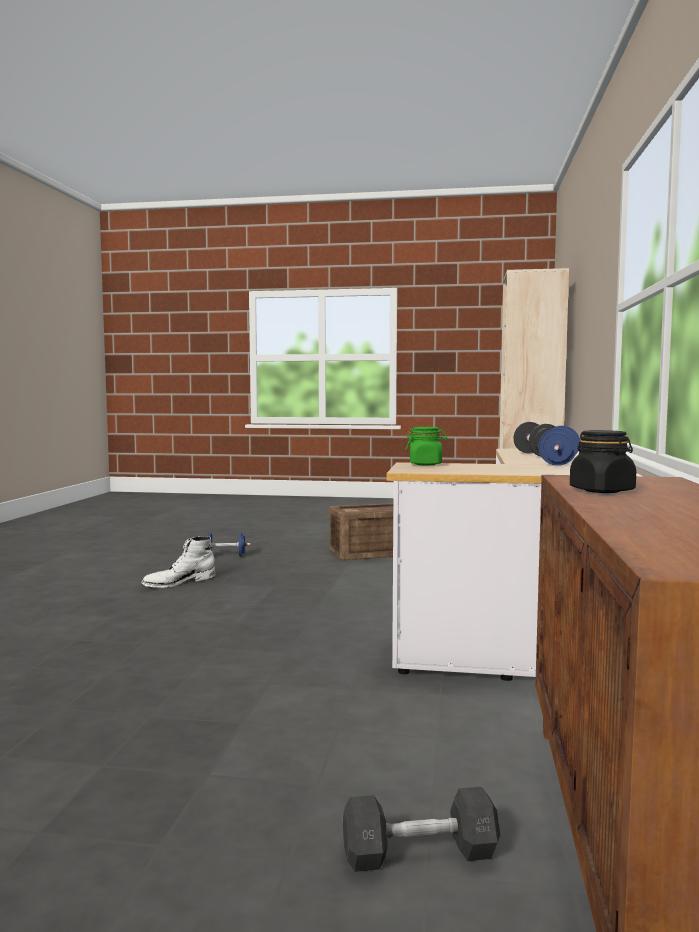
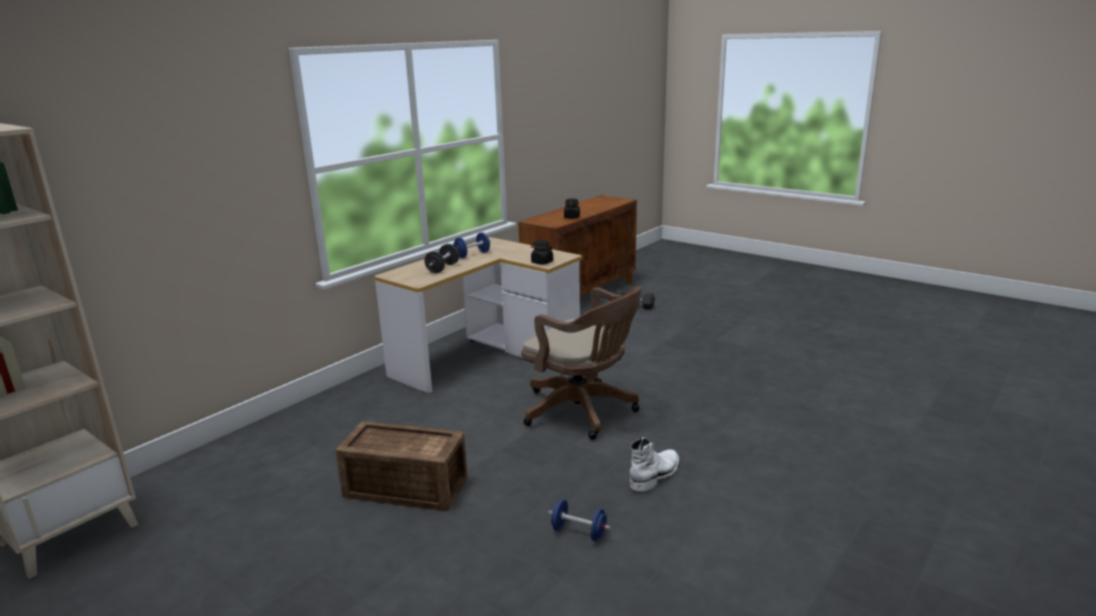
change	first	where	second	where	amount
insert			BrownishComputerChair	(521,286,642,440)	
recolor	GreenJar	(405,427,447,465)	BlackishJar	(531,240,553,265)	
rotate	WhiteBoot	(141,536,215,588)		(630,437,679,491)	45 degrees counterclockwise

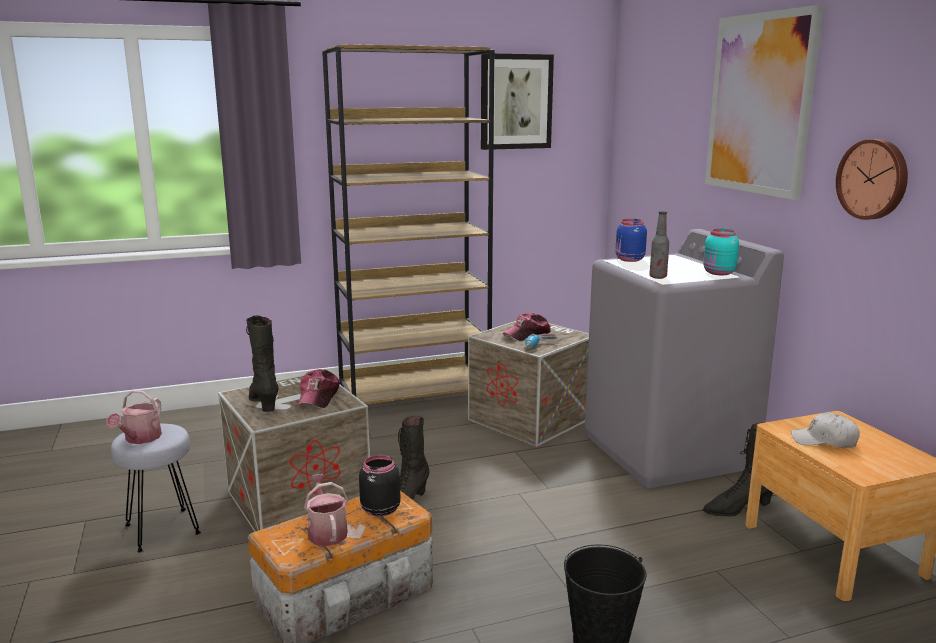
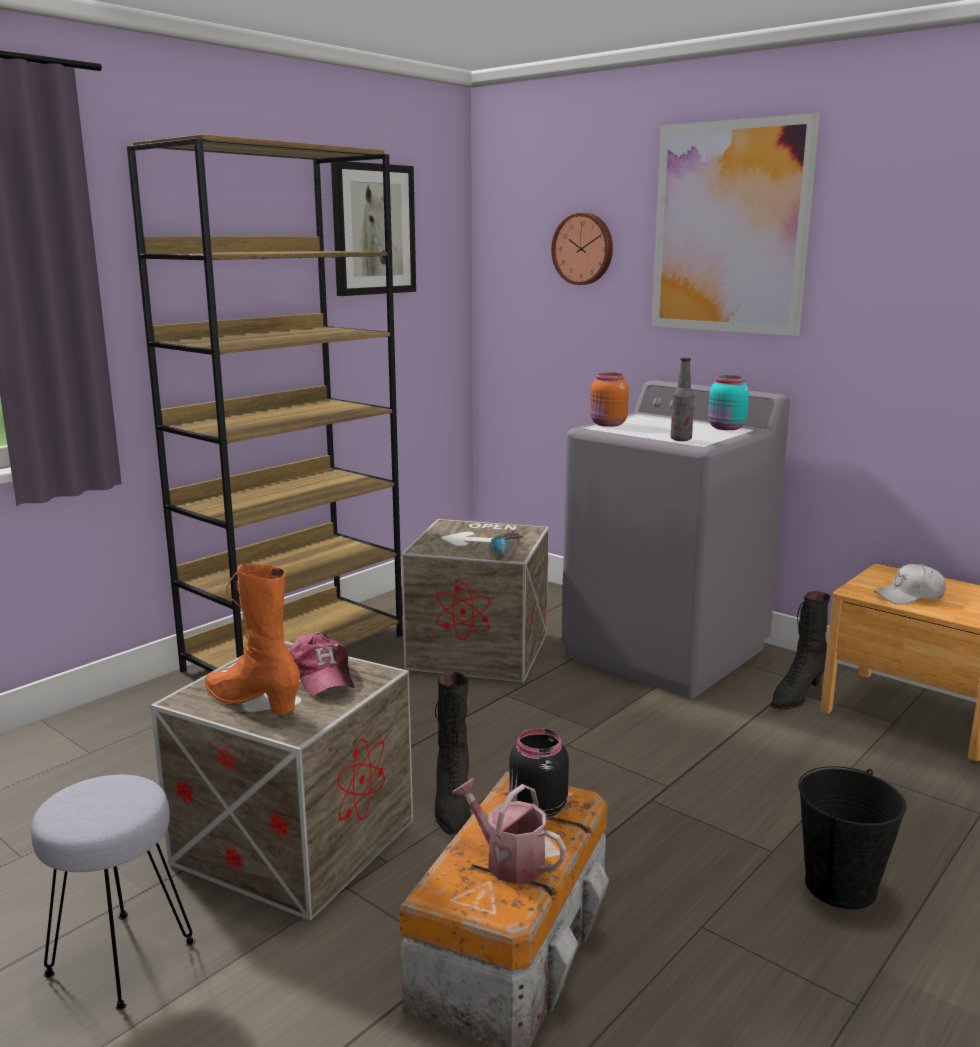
change	first	where	second	where	amount
recolor	BlackishBoot	(246,315,279,412)	OrangeBoot	(205,564,300,714)	
move	ClockOnTheWall	(836,139,908,220)		(551,213,613,285)	
recolor	BluishJar	(615,219,647,262)	OrangeJar	(590,373,629,427)	
delete	SprinklingCan	(106,390,162,444)			
delete	BaseballCap	(503,313,551,341)			

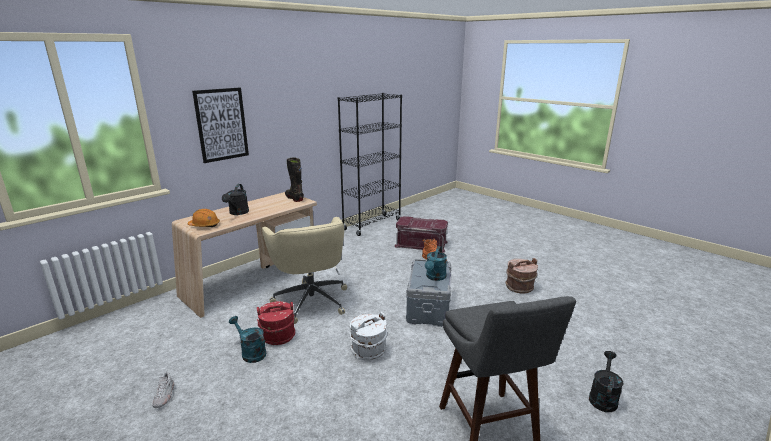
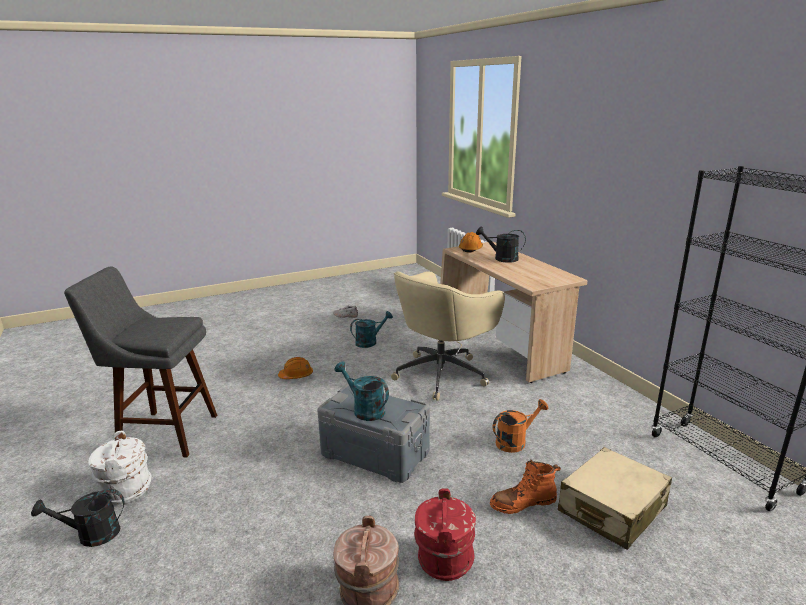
change	first	where	second	where	amount
rotate	BlackishSprinklingCan	(589,351,623,412)		(31,489,125,547)	120 degrees clockwise
move	WhitePail	(350,312,387,360)		(88,431,152,505)	
insert			OrangeWorkHelmet	(278,357,313,379)	
rotate	BeigeComputerChair	(262,217,347,324)		(391,271,505,401)	45 degrees counterclockwise
move	RedPail	(257,301,295,345)		(414,488,476,581)	
insert			OrangeSprinklingCan	(493,399,548,453)	
replace	RedStorageBox	(394,216,448,253)	BeigeSuitcase	(558,447,672,550)	
delete	WallArt	(192,88,249,163)			
delete	BlackishBoot	(285,157,304,202)			

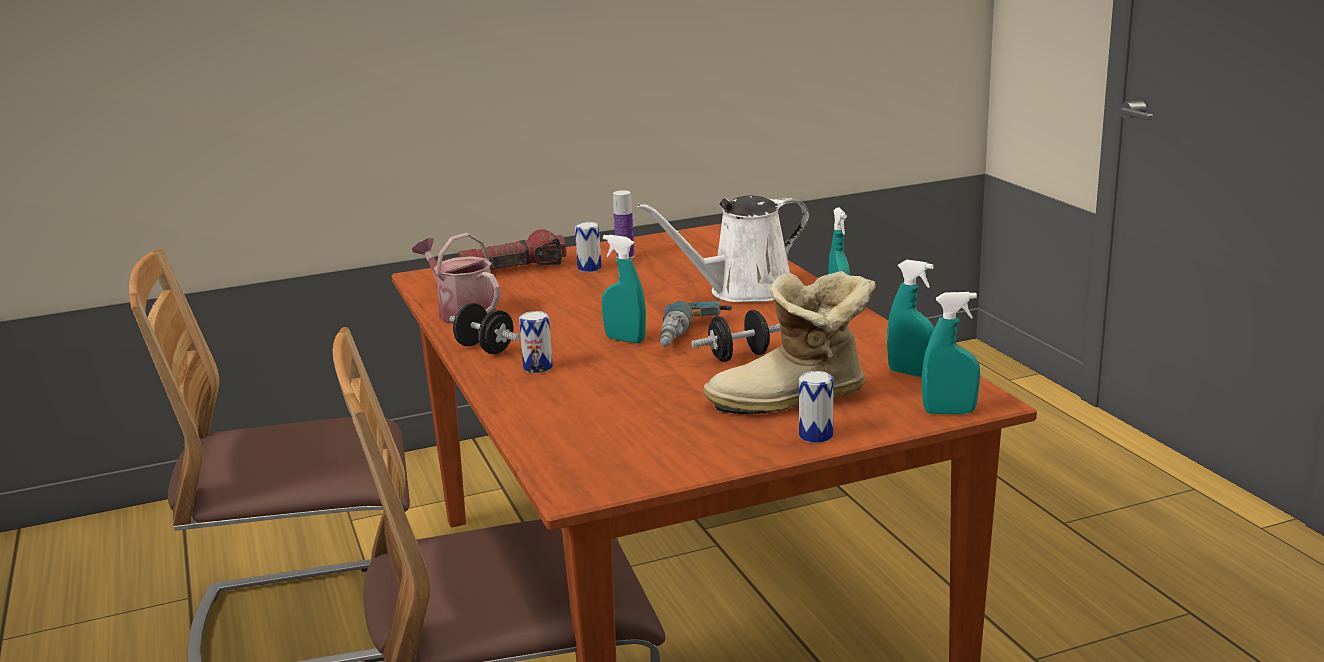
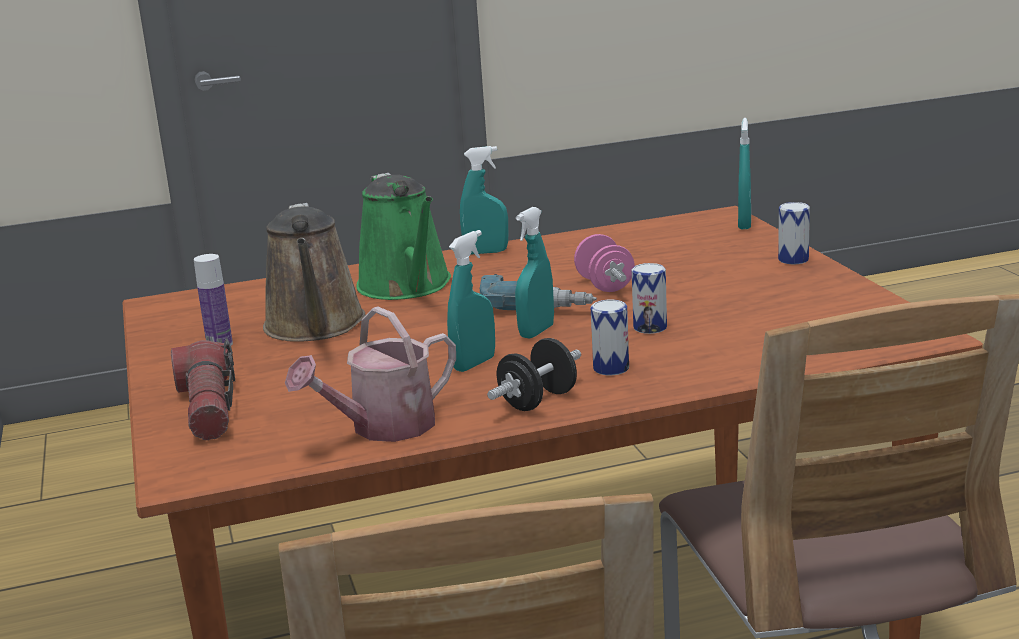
change	first	where	second	where	amount
insert			BrownishSprinklingCan	(263,203,366,342)	
recolor	WhiteSprinklingCan	(637,195,810,303)	GreenSprinklingCan	(356,173,451,300)	
move	BlueGreenSprayer	(887,260,935,377)		(447,230,495,372)	
recolor	BlackishDumbbell	(691,310,781,362)	PinkishDumbbell	(574,234,635,292)	
move	MetalCan	(575,222,602,272)		(632,263,667,334)	
delete	Boot	(703,271,876,414)			

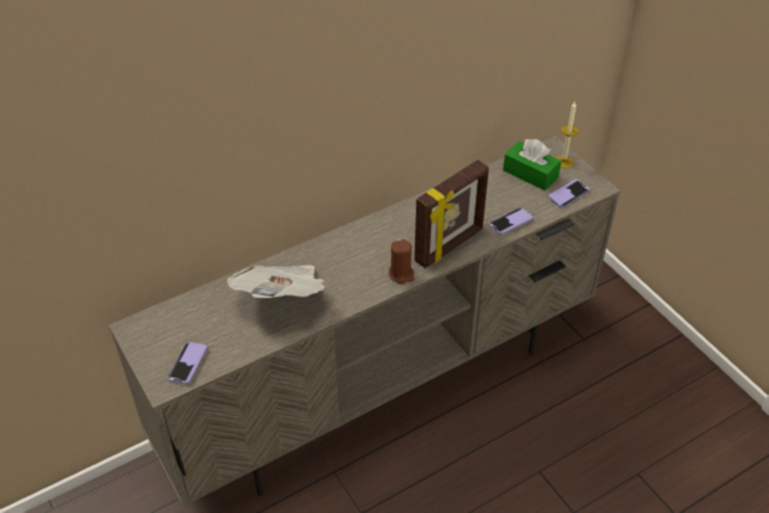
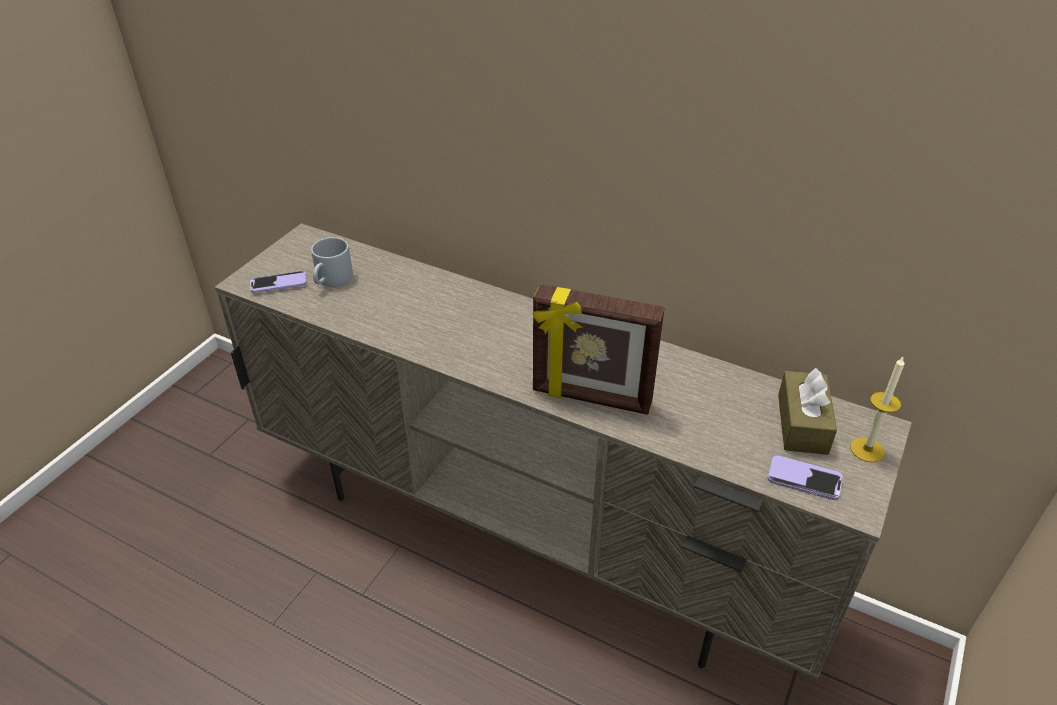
change	first	where	second	where	amount
insert			GrayMug	(311,237,353,287)	
recolor	GreenBoxOfTissues	(503,139,561,191)	BrownishBoxOfTissues	(778,368,837,455)	
delete	Newspaper	(227,265,326,298)			
delete	BrownishCandle	(389,239,414,284)			
delete	Telephone	(489,208,533,235)			

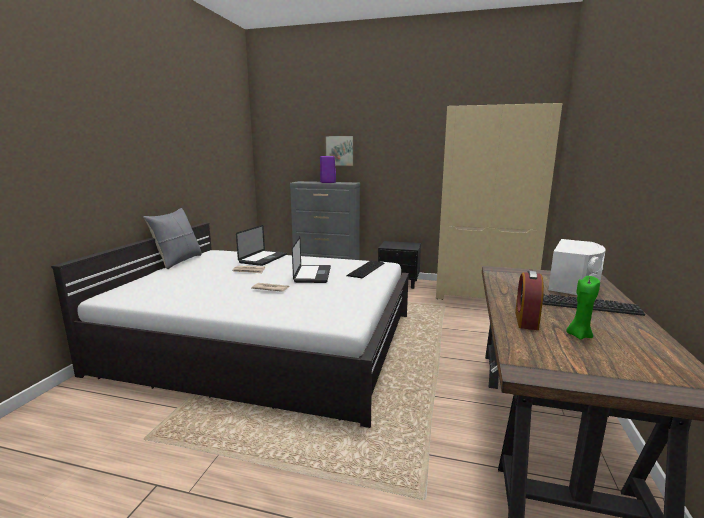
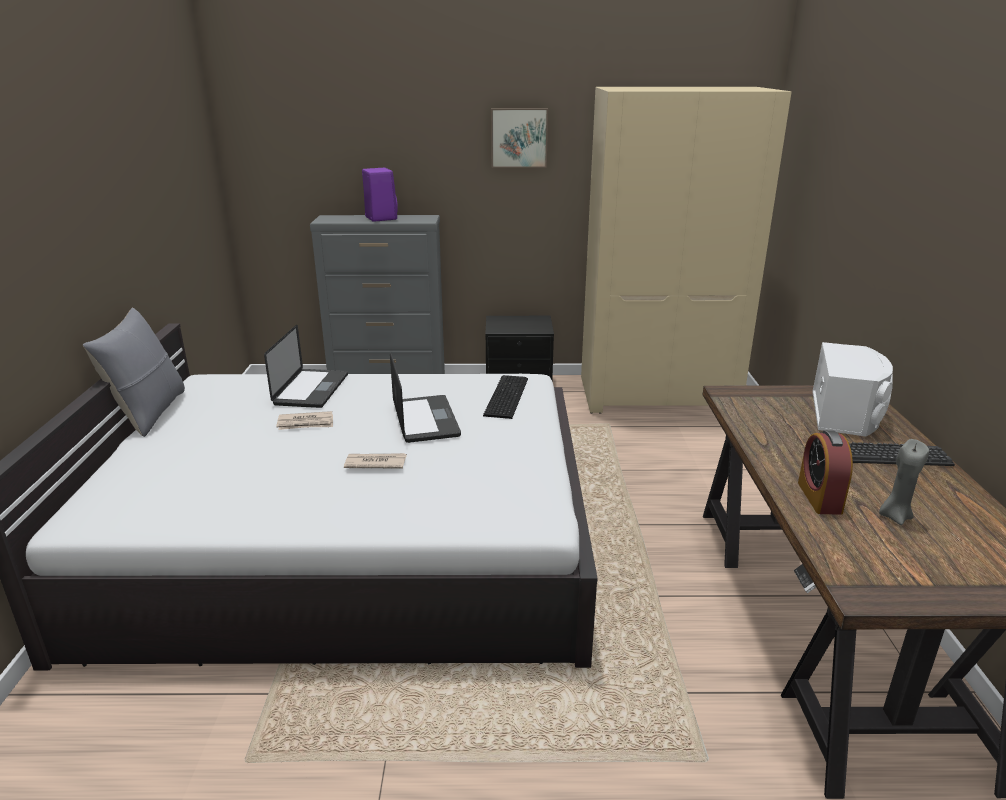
change	first	where	second	where	amount
move	WallArt	(325,135,355,166)		(491,108,548,168)	
recolor	GreenCandle	(566,276,600,340)	GrayCandle	(879,439,929,525)	

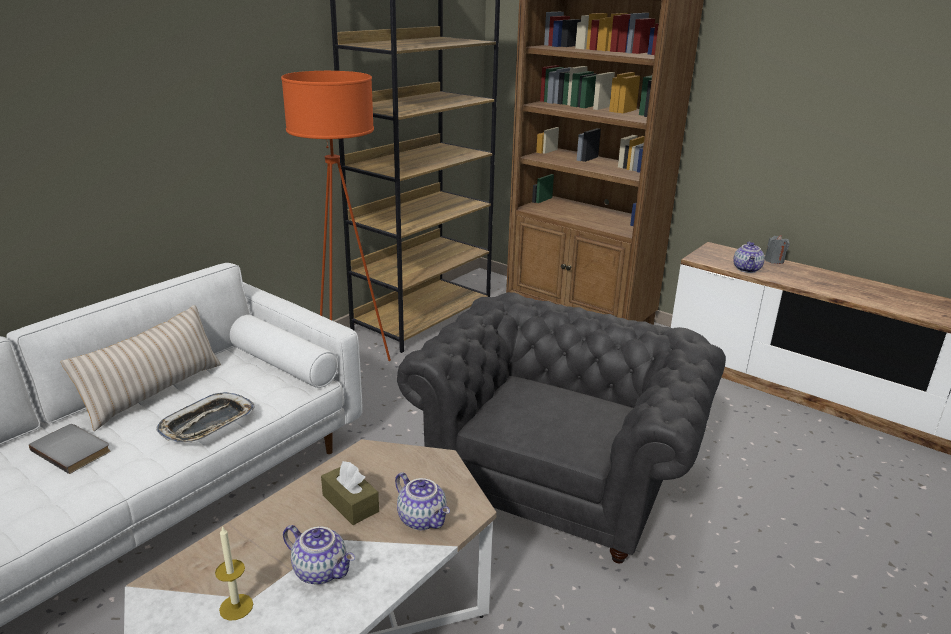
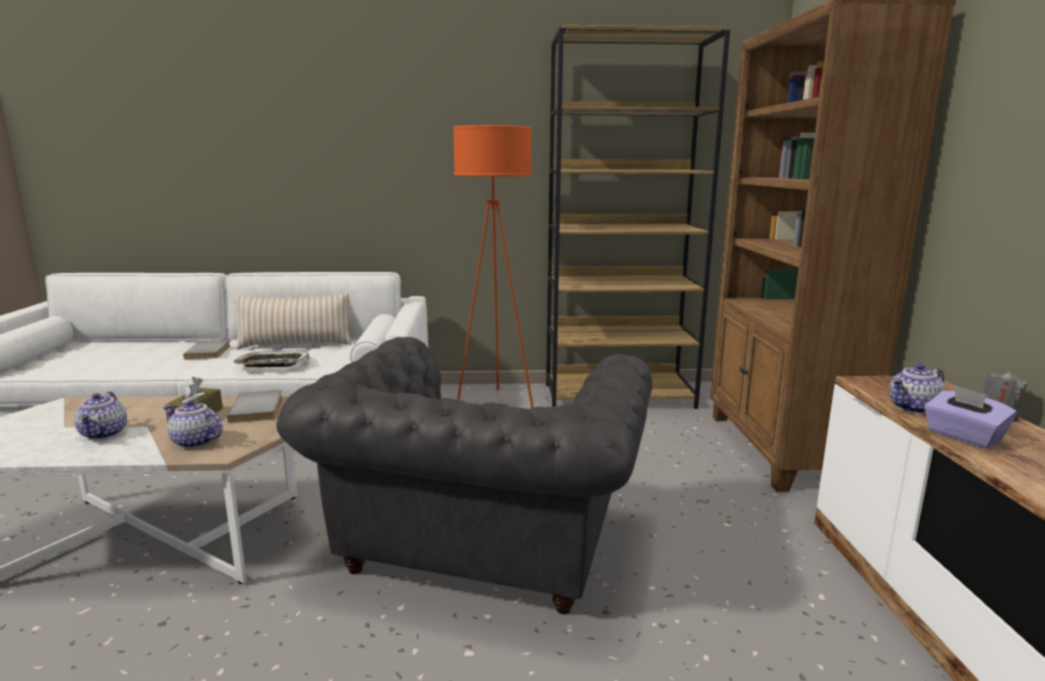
change	first	where	second	where	amount
rotate	Teapot	(395,472,450,530)		(163,400,223,449)	105 degrees clockwise
insert			GrayVolume	(227,390,282,423)	
rotate	GrayArmchair	(397,292,726,563)		(276,337,652,614)	120 degrees clockwise
insert			PurpleColouredBoxOfTissues	(924,385,1017,448)	
delete	Candle	(215,526,253,620)			

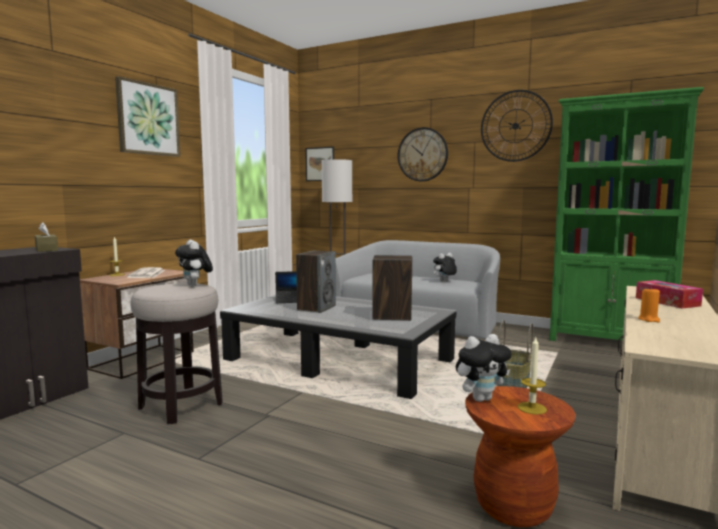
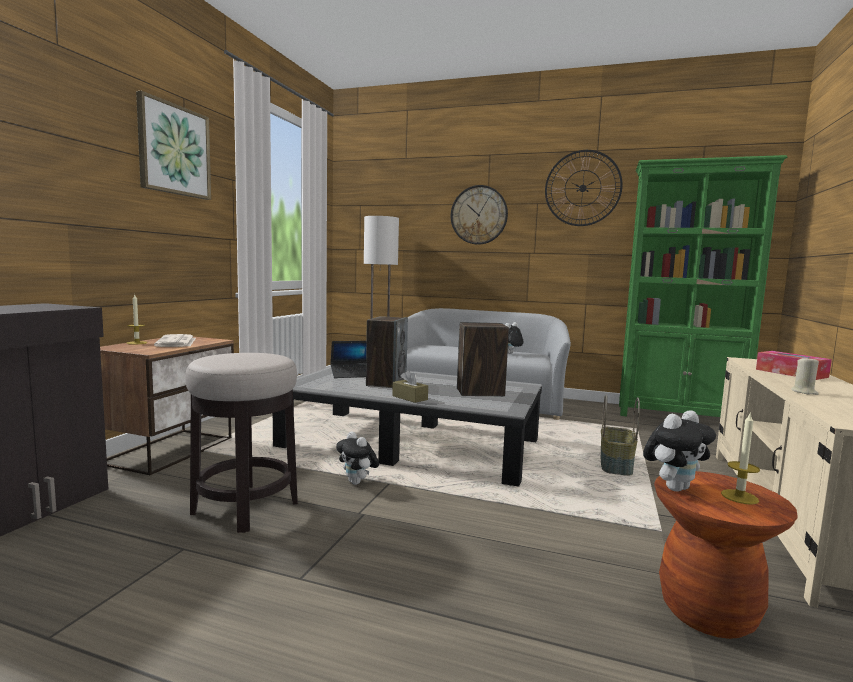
change	first	where	second	where	amount
move	PlushToy	(175,240,213,286)		(336,431,379,485)	
move	BrownishBoxOfTissues	(35,222,58,252)		(392,370,428,403)	
recolor	OrangeCandle	(638,287,660,322)	BeigeCandle	(791,357,819,395)	
delete	WallArt	(305,147,334,181)			

